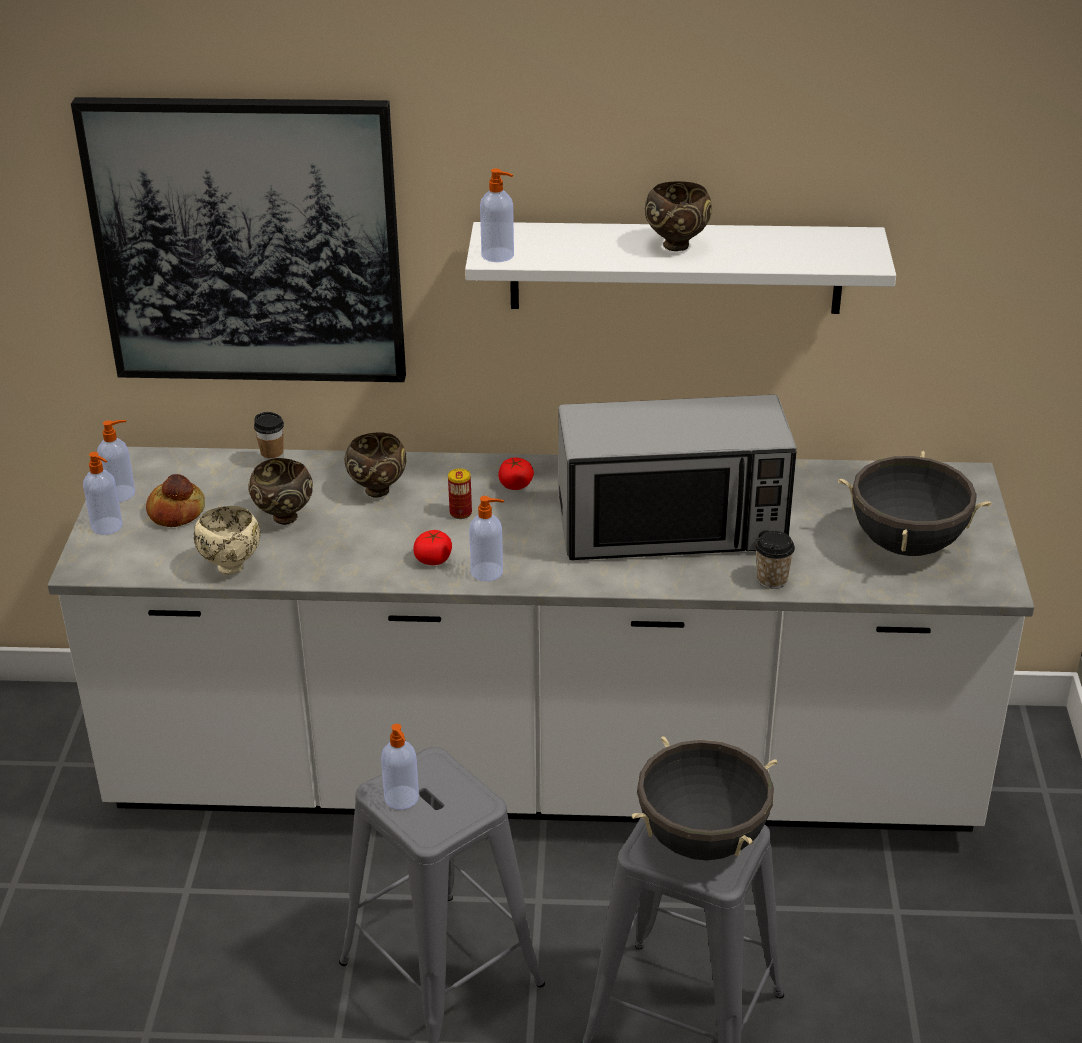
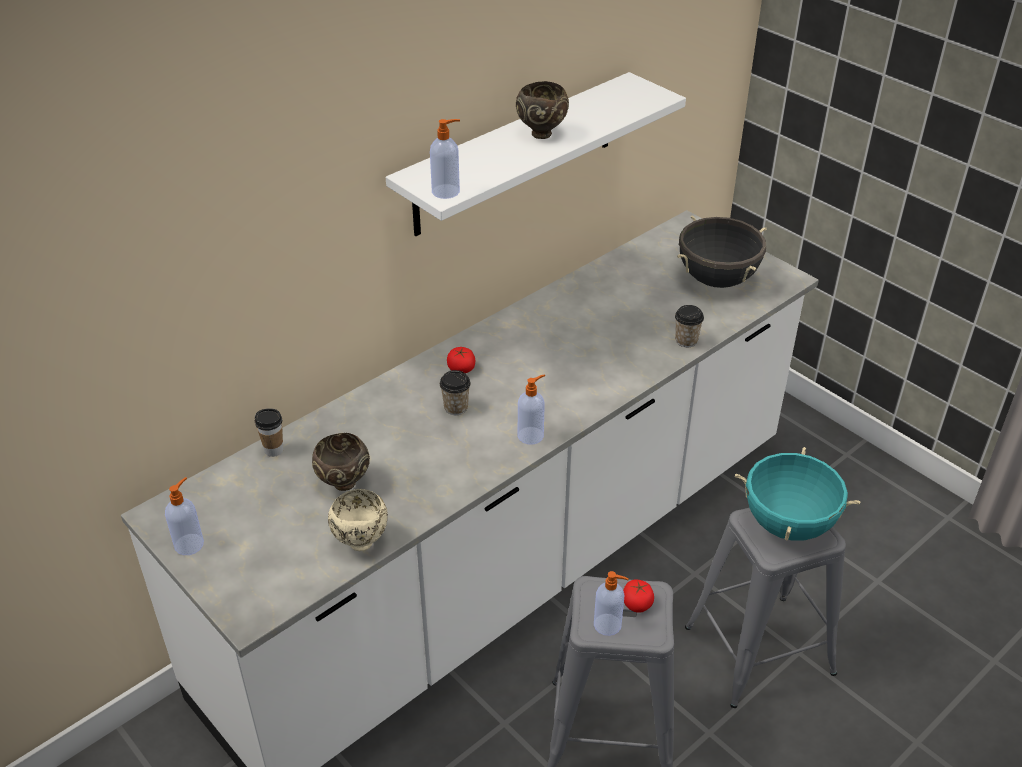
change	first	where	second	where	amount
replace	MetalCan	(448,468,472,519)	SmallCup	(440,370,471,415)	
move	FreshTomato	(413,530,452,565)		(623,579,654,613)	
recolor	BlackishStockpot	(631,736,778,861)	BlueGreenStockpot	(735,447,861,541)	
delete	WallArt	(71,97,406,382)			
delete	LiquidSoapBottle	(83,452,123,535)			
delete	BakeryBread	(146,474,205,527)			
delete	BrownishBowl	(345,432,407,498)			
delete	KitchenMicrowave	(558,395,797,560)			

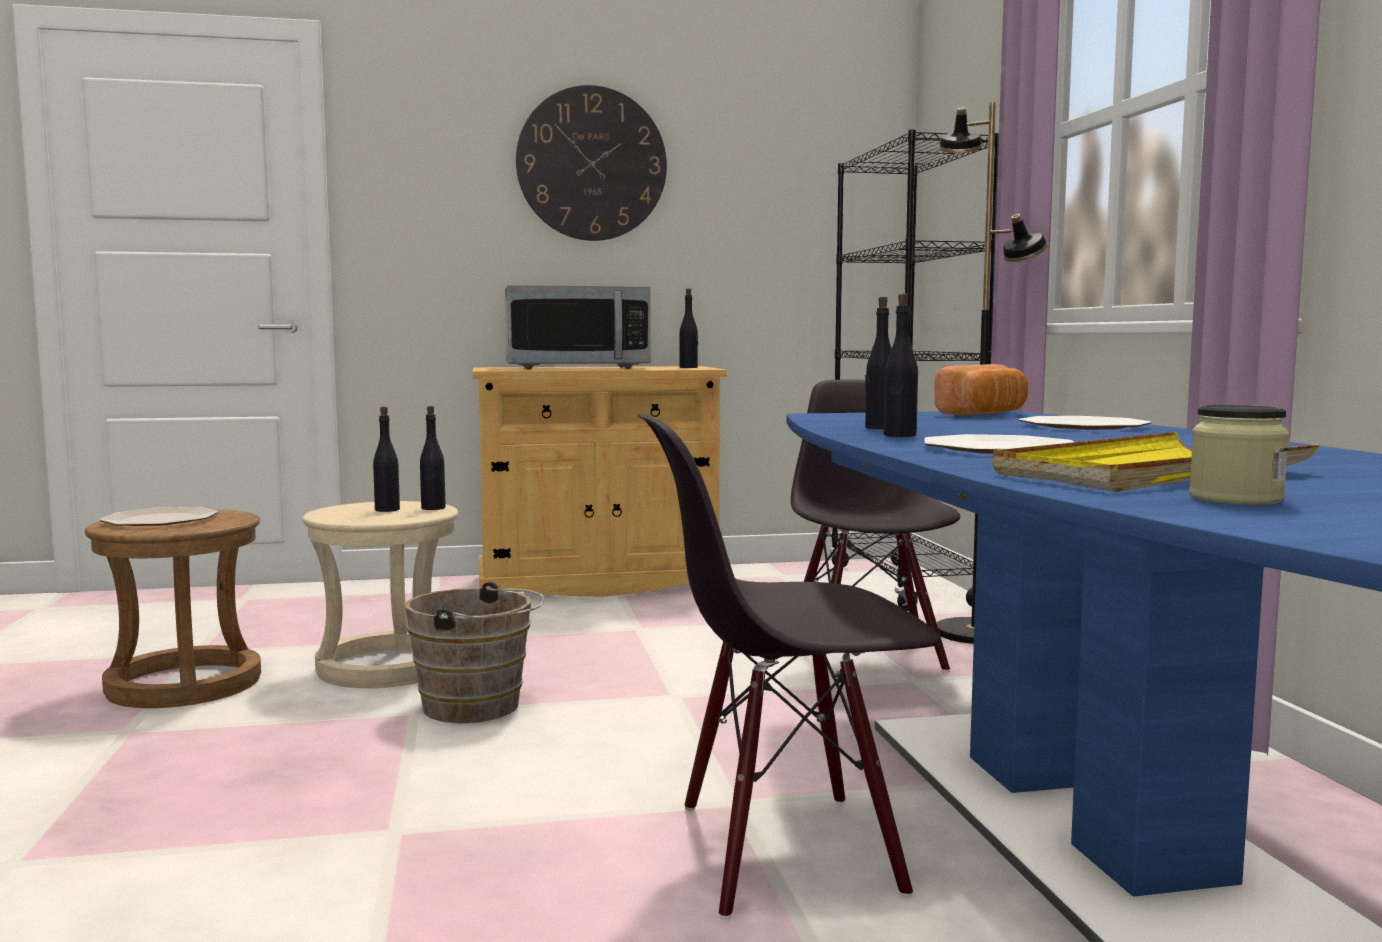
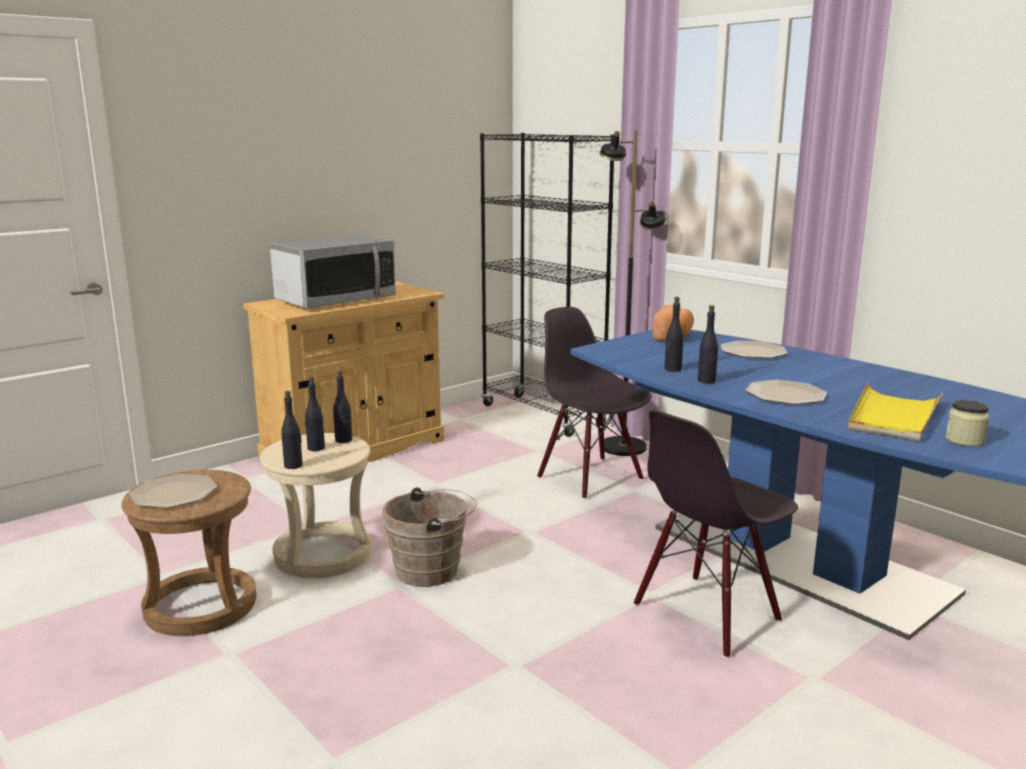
change	first	where	second	where	amount
move	BlackishBottle	(680,288,698,368)		(281,391,303,469)	
delete	ClockOnTheWall	(516,85,667,241)			

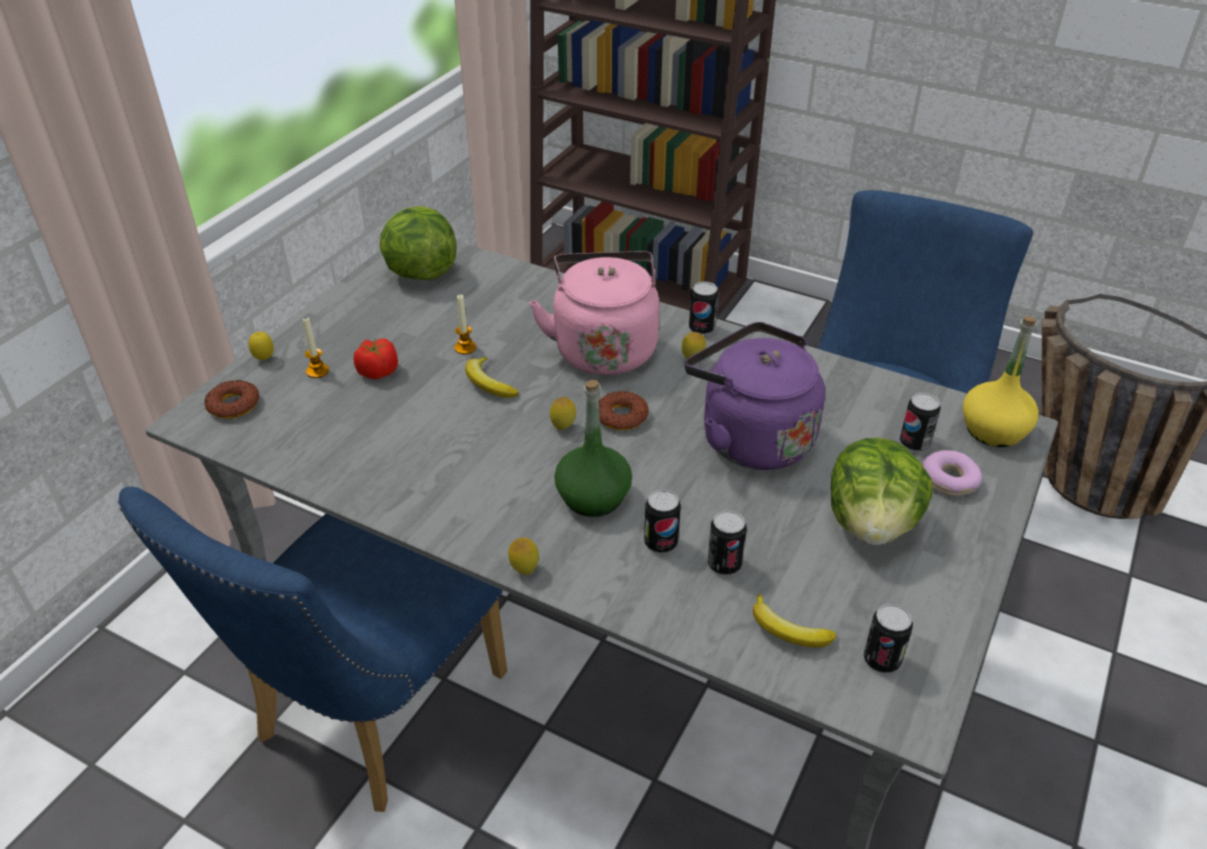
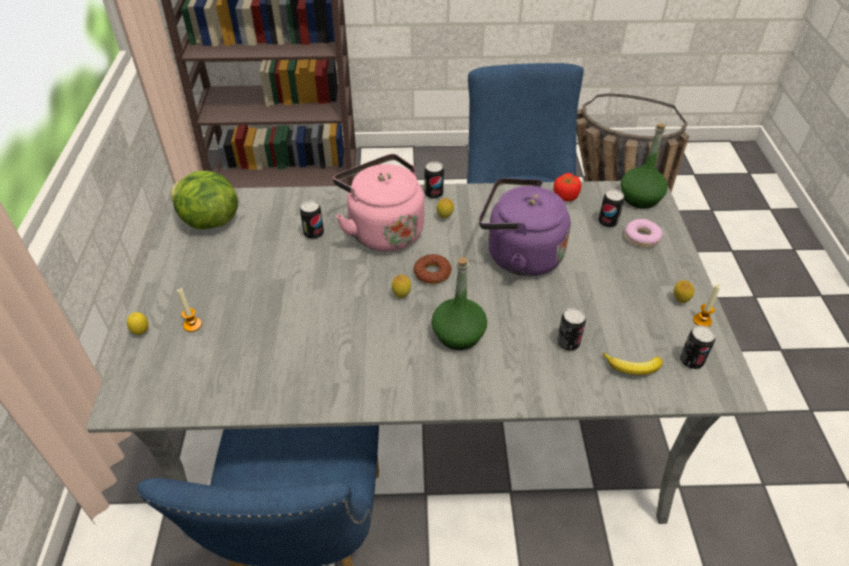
change	first	where	second	where	amount
move	MetalCan	(644,489,681,553)		(300,200,324,240)	
move	FreshTomato	(354,338,398,379)		(553,173,581,201)	
recolor	YellowBottle	(963,316,1039,447)	GreenBottle	(621,124,668,209)	
move	Lemon	(508,537,539,575)		(674,280,694,303)	
move	Candle	(455,294,476,355)		(693,284,720,327)	
delete	Donut	(204,380,259,419)			
delete	WholeBanana	(465,357,519,398)			
delete	Lettuce	(831,438,932,545)			

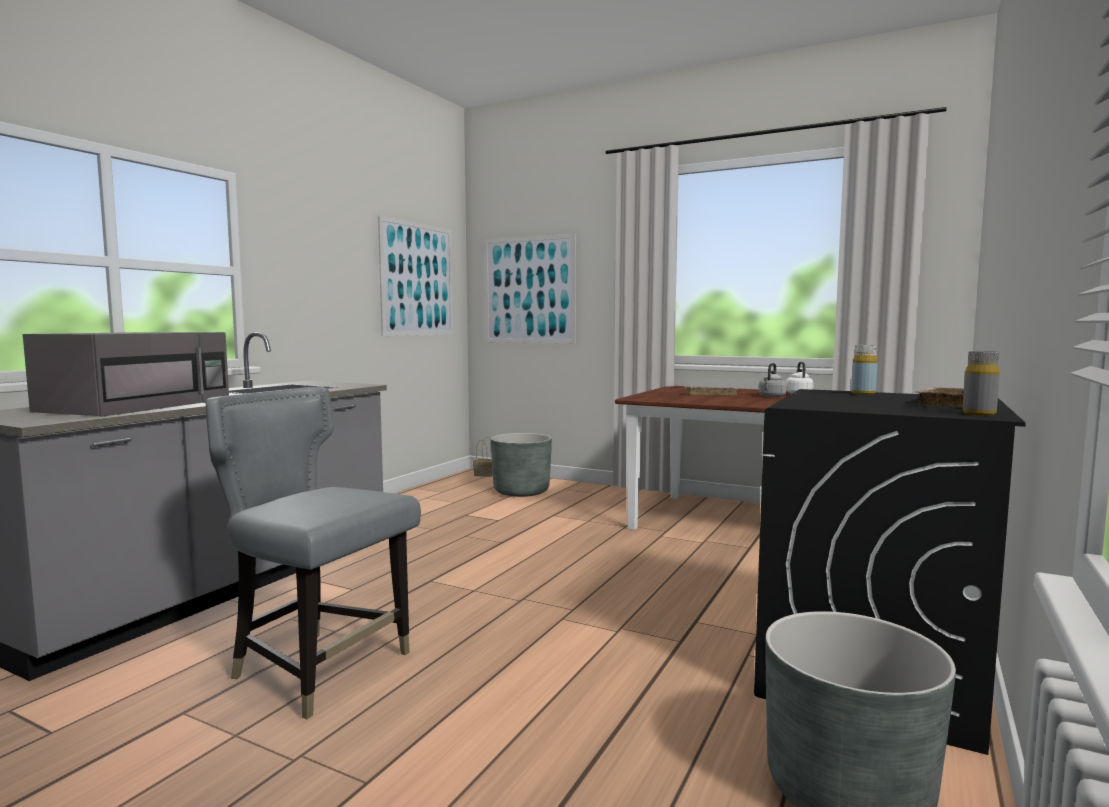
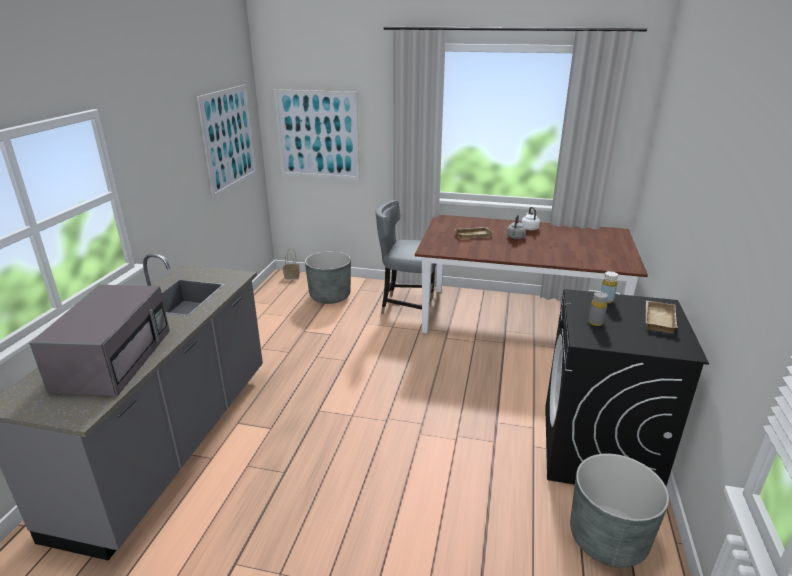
change	first	where	second	where	amount
move	GrayChair	(206,386,421,719)		(375,200,436,314)	
move	GrayBottle	(963,351,1000,416)		(588,292,608,326)	

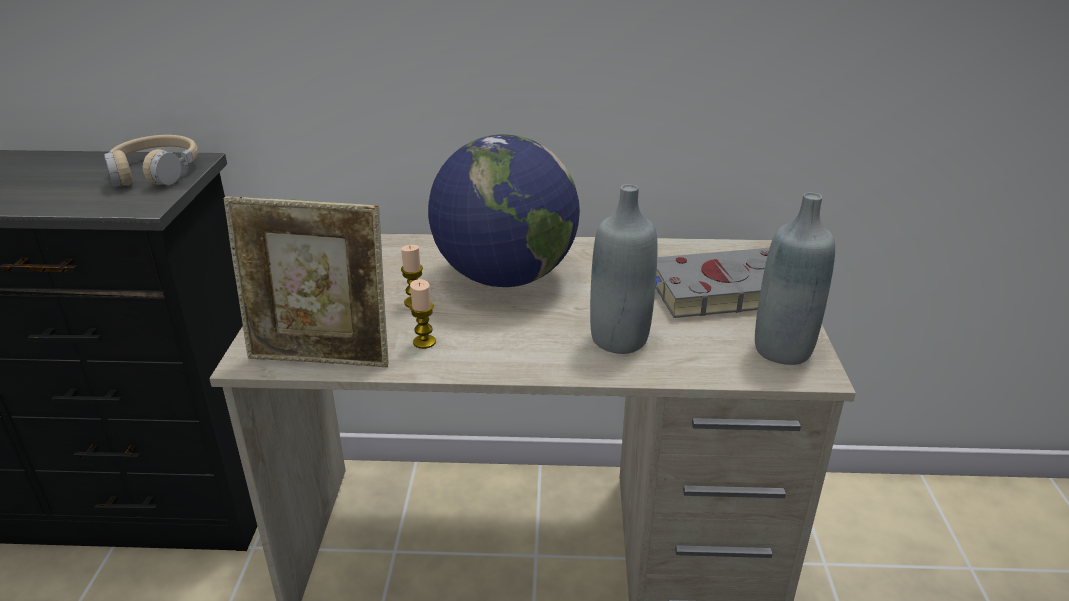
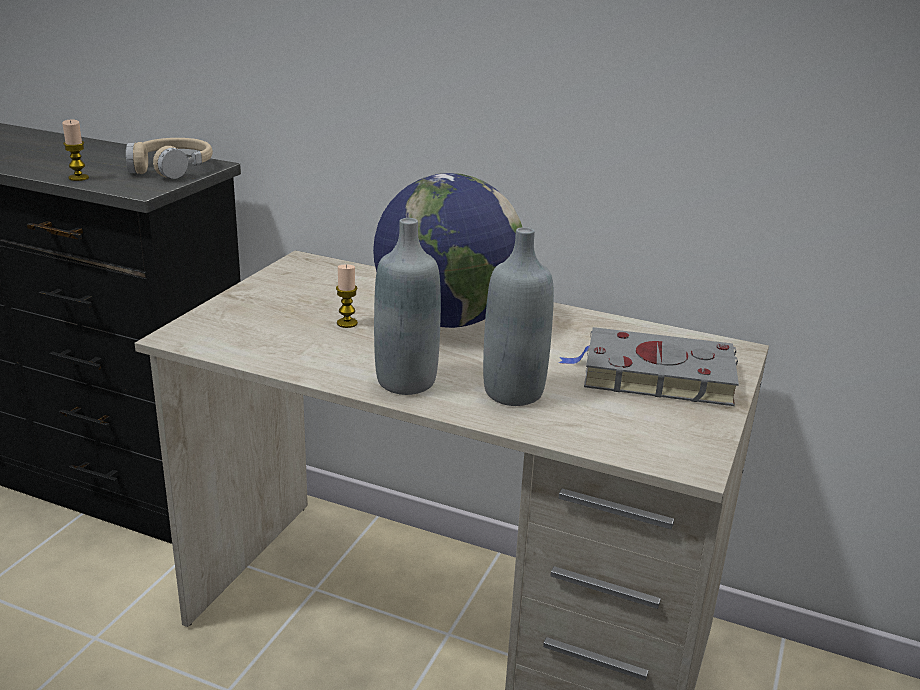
change	first	where	second	where	amount
move	Candle	(410,279,436,349)		(62,120,89,181)	
move	GrayBottle	(755,192,835,365)		(374,218,441,395)	
delete	PhotoFrame	(224,196,389,367)			

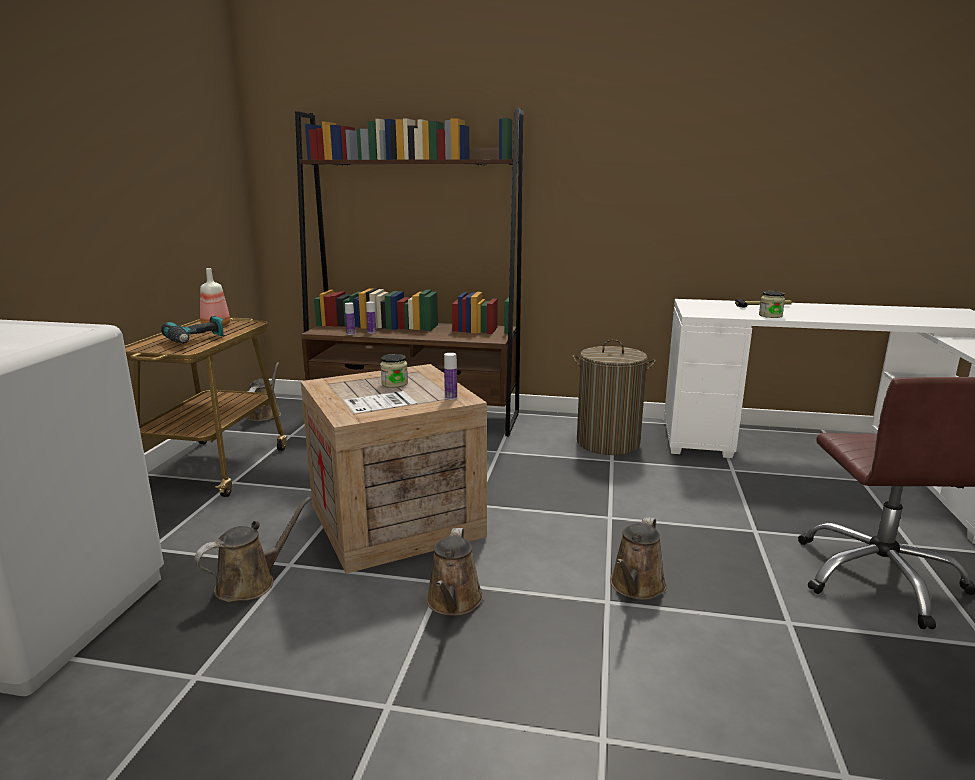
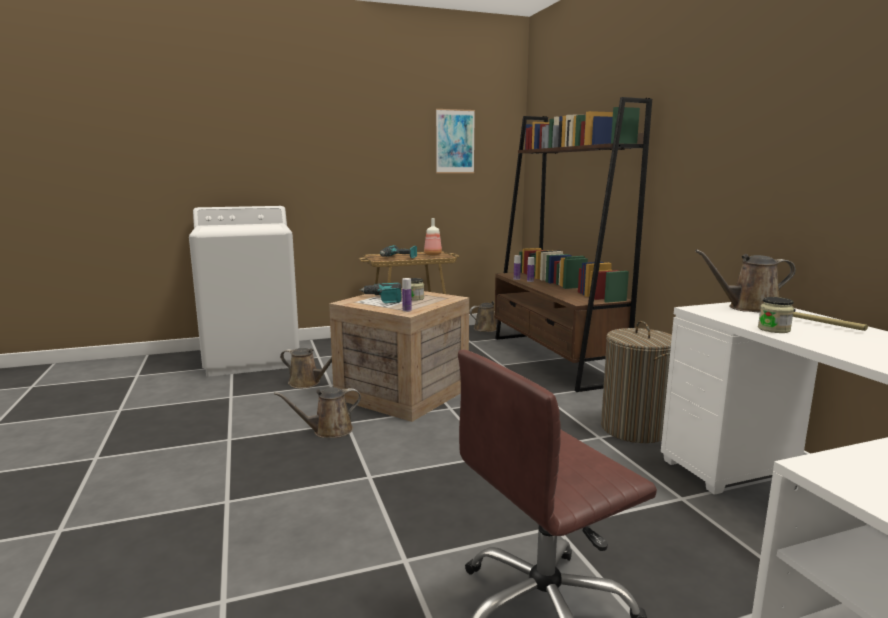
change	first	where	second	where	amount
insert			Drill	(359,283,402,303)	
insert			WallArt	(436,109,475,173)	
move	BrownishSprinklingCan	(610,517,667,600)		(695,249,796,313)	

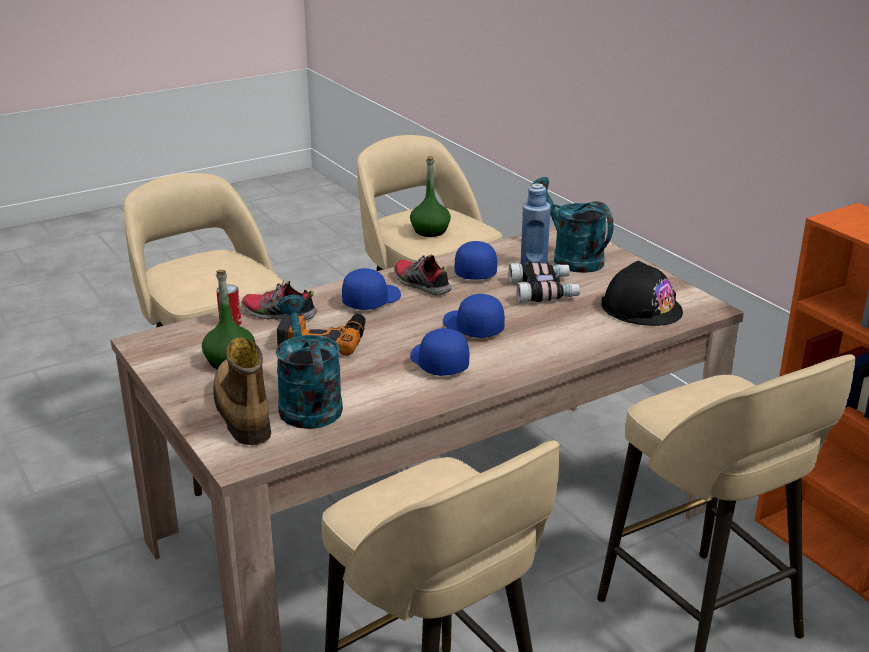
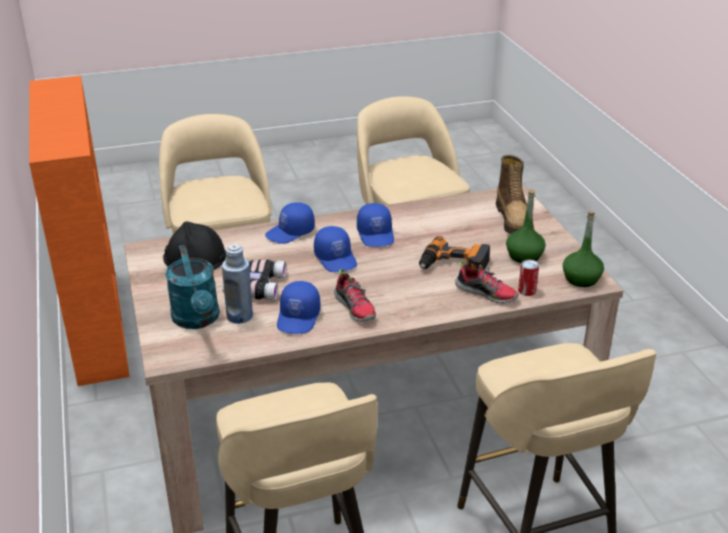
change	first	where	second	where	amount
move	BluishBaseballCap	(342,268,401,310)		(265,202,315,244)	
move	GreenBottle	(410,156,451,237)		(563,211,604,287)	
delete	BlueGreenSprinklingCan	(275,295,343,429)			

